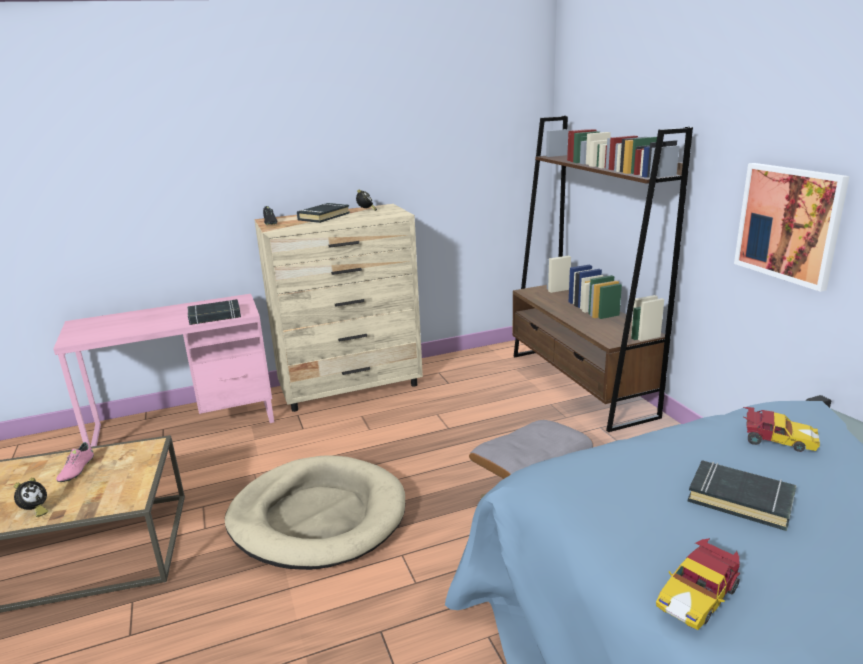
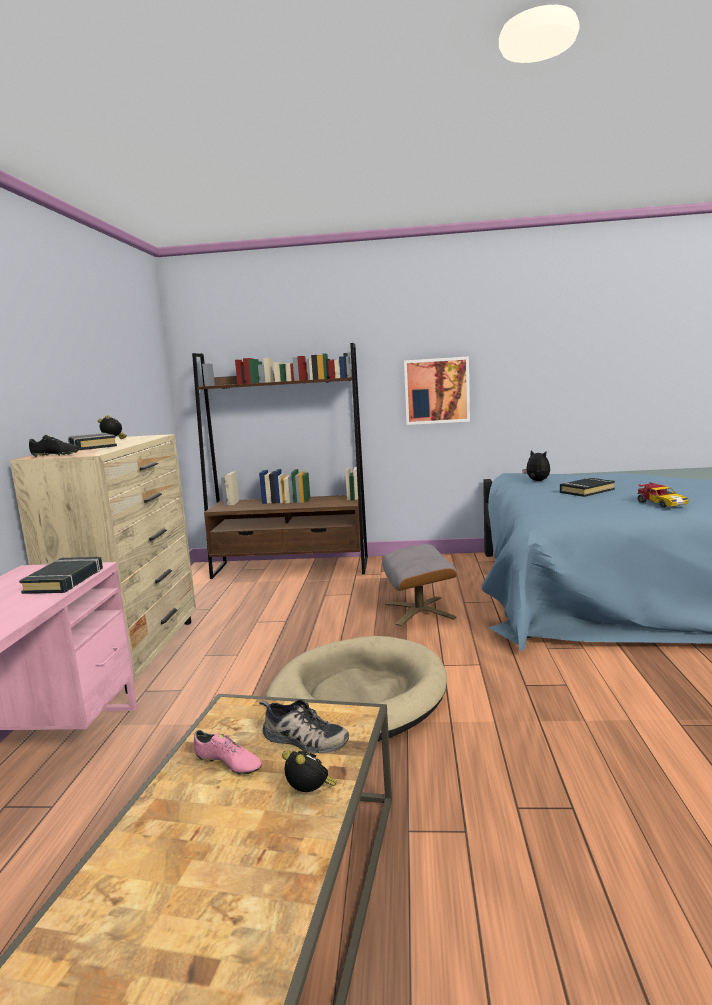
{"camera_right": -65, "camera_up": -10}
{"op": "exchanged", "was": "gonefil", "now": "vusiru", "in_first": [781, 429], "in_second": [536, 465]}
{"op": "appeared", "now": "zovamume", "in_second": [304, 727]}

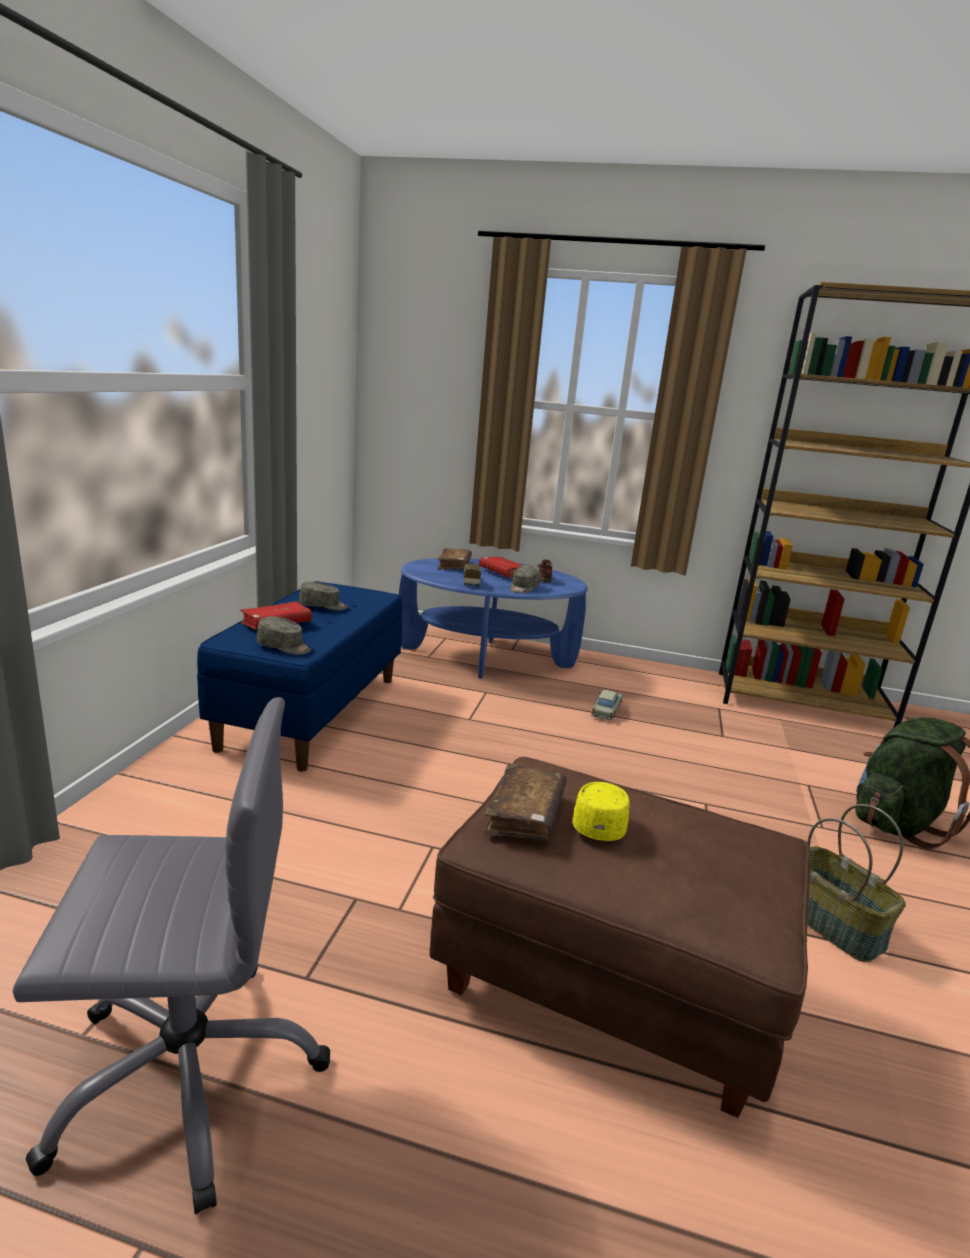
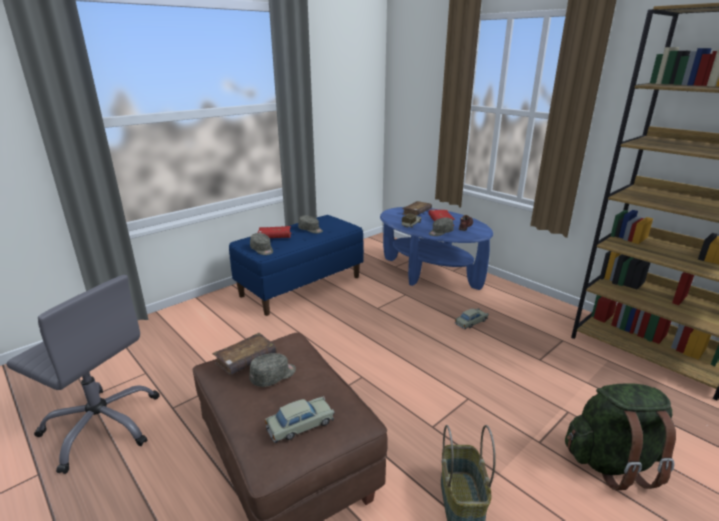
{"camera_right": 35, "camera_up": 5}
{"op": "colour", "was": "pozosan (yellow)", "now": "pozosan (grey)", "in_first": [601, 811], "in_second": [272, 370]}
{"op": "appeared", "now": "gonefil (beige)", "in_second": [299, 419]}

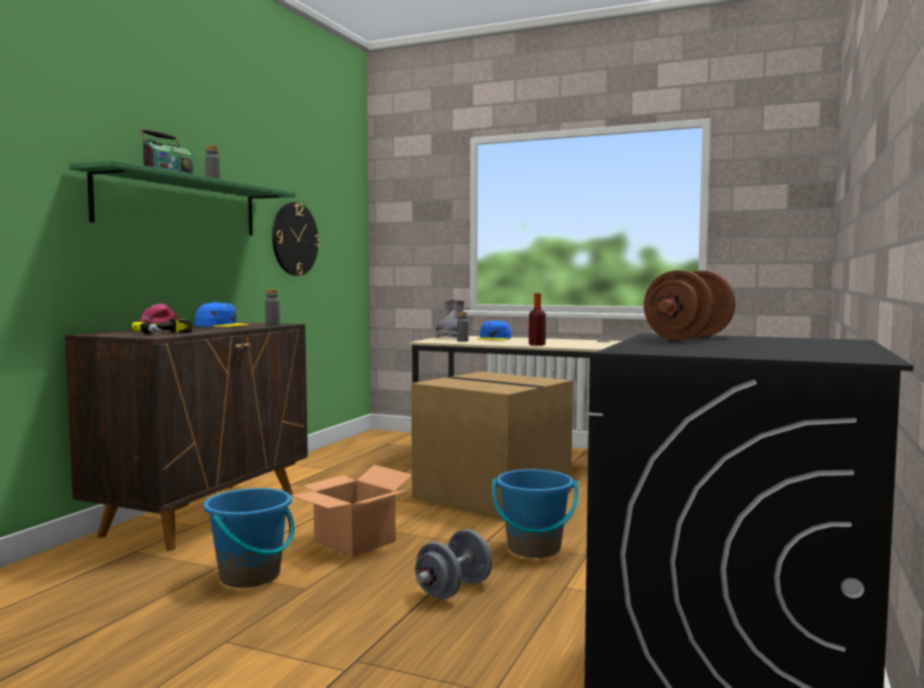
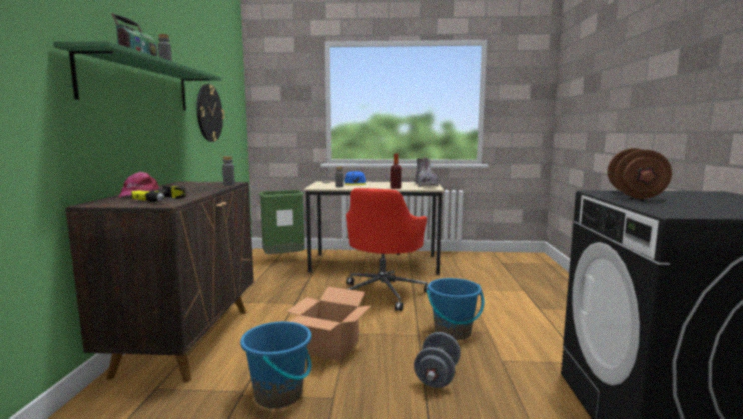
{"camera_right": -20, "camera_up": 5}
{"op": "missing", "was": "pozosan (blue)", "in_first": [222, 314]}
{"op": "exchanged", "was": "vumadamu", "now": "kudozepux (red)", "in_first": [492, 446], "in_second": [387, 249]}
{"op": "relocated", "was": "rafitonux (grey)", "in_first": [450, 318], "in_second": [427, 172]}
{"op": "appeared", "now": "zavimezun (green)", "in_second": [281, 222]}

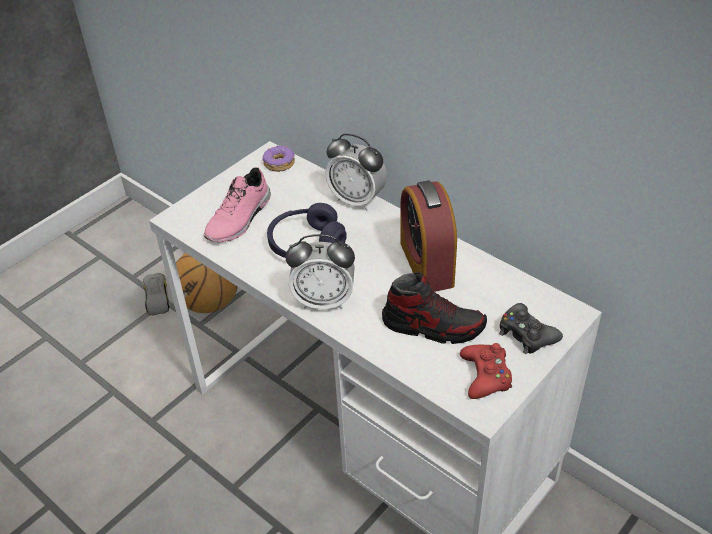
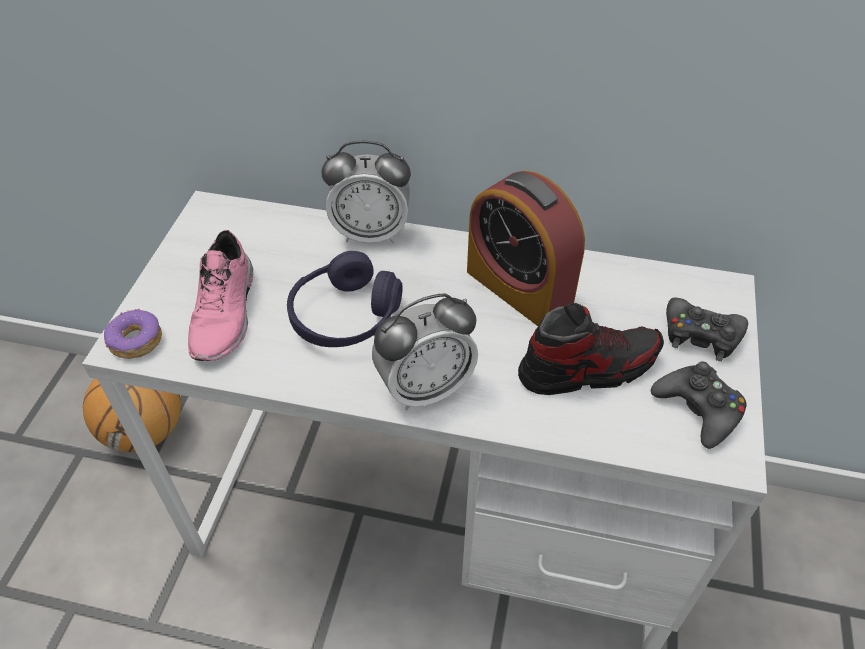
{"camera_right": -30, "camera_up": 5}
{"op": "missing", "was": "gonefil (grey)", "in_first": [156, 294]}
{"op": "relocated", "was": "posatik", "in_first": [278, 158], "in_second": [133, 334]}
{"op": "colour", "was": "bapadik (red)", "now": "bapadik (black)", "in_first": [486, 371], "in_second": [699, 405]}

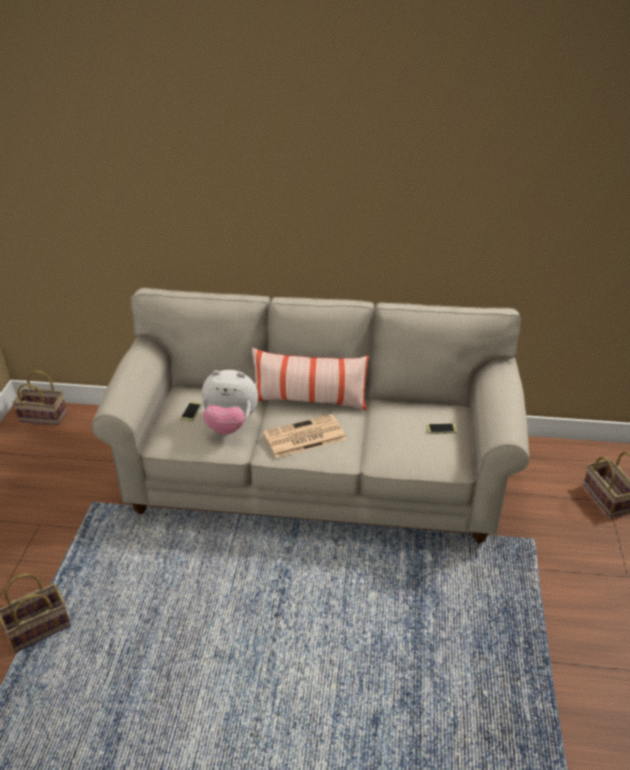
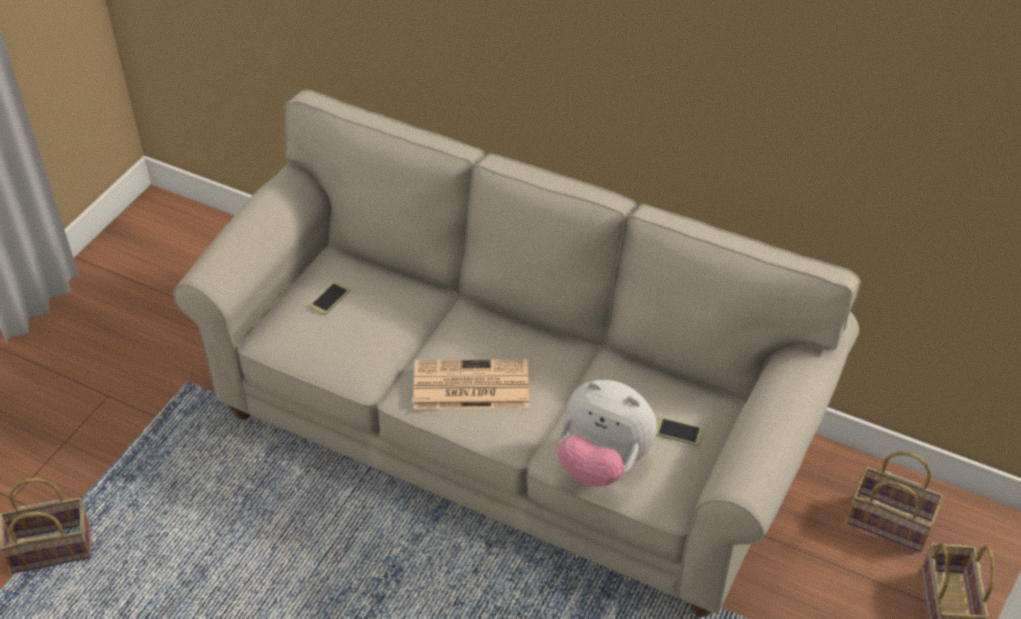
{"camera_right": 20, "camera_up": 10}
{"op": "relocated", "was": "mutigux", "in_first": [39, 397], "in_second": [895, 501]}
{"op": "relocated", "was": "vusiru", "in_first": [229, 402], "in_second": [607, 433]}
{"op": "missing", "was": "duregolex", "in_first": [310, 379]}

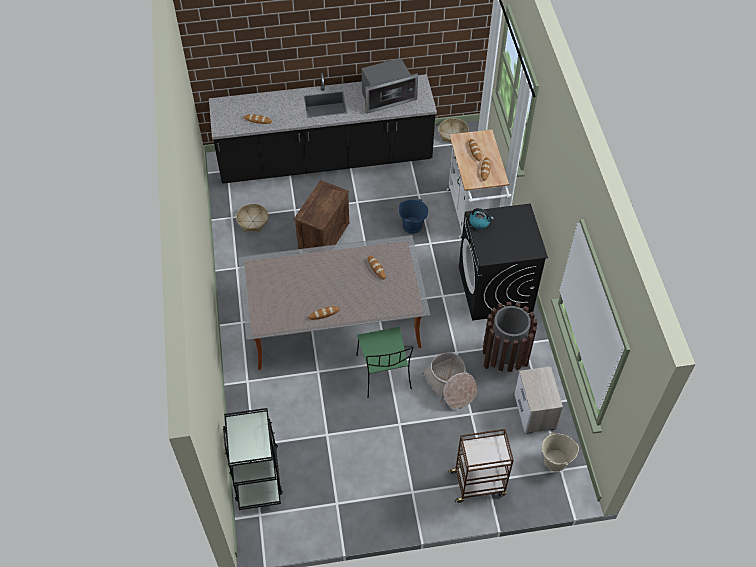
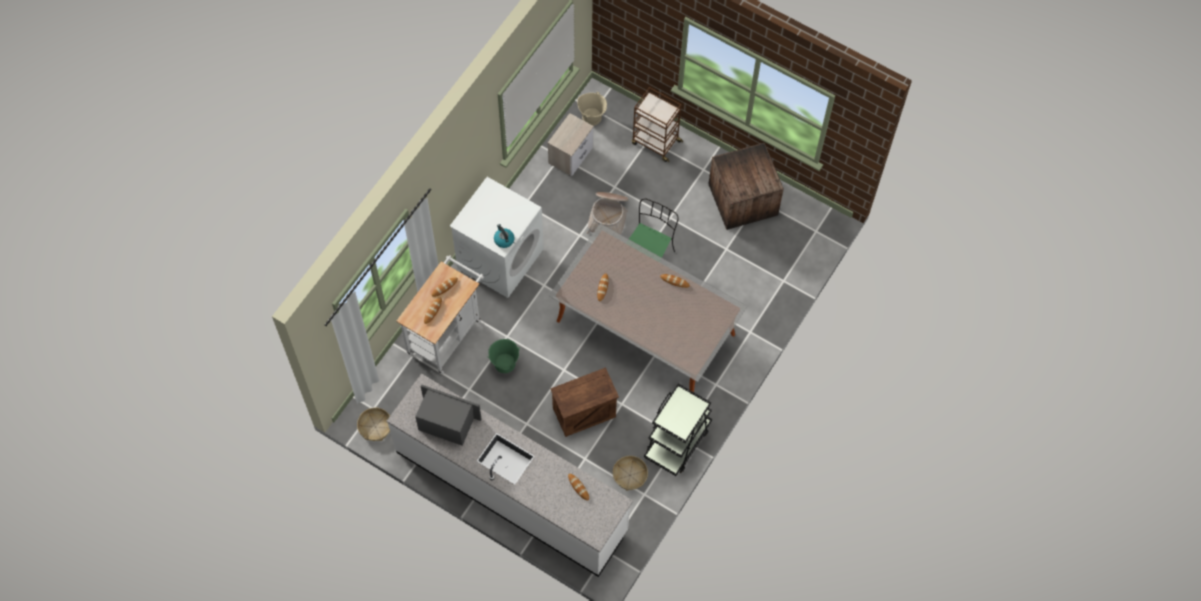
{"camera_right": -140, "camera_up": 10}
{"op": "colour", "was": "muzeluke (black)", "now": "muzeluke (white)", "in_first": [323, 128], "in_second": [510, 475]}
{"op": "relocated", "was": "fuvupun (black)", "in_first": [253, 459], "in_second": [678, 429]}
{"op": "colour", "was": "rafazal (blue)", "now": "rafazal (green)", "in_first": [413, 216], "in_second": [503, 356]}
{"op": "colour", "was": "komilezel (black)", "now": "komilezel (white)", "in_first": [503, 262], "in_second": [497, 237]}
{"op": "missing", "was": "zavimezun (brown)", "in_first": [510, 337]}
{"op": "appeared", "now": "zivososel", "in_second": [746, 186]}

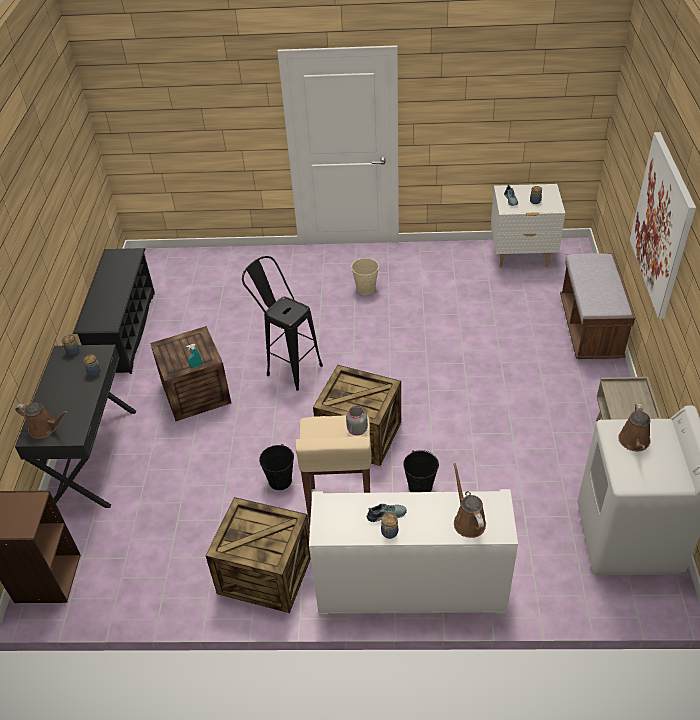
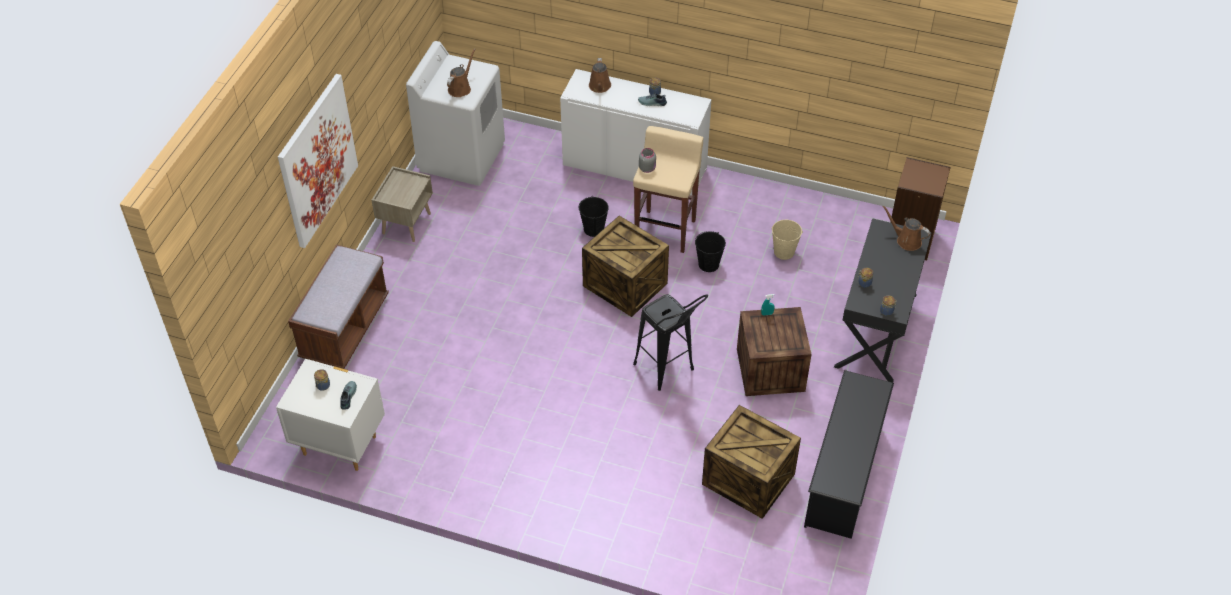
{"camera_right": -165, "camera_up": 5}
{"op": "relocated", "was": "zivososel", "in_first": [258, 555], "in_second": [751, 462]}
{"op": "relocated", "was": "rafazal (beige)", "in_first": [365, 276], "in_second": [787, 240]}

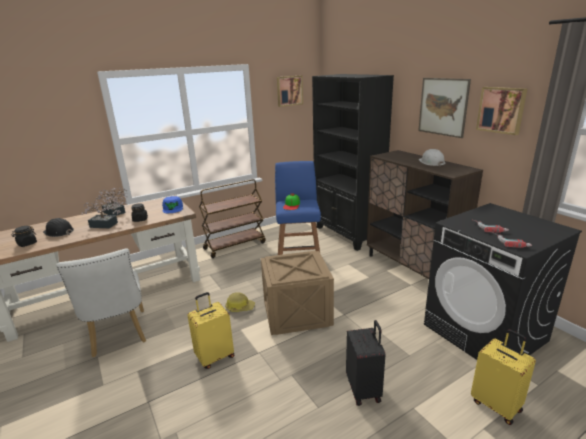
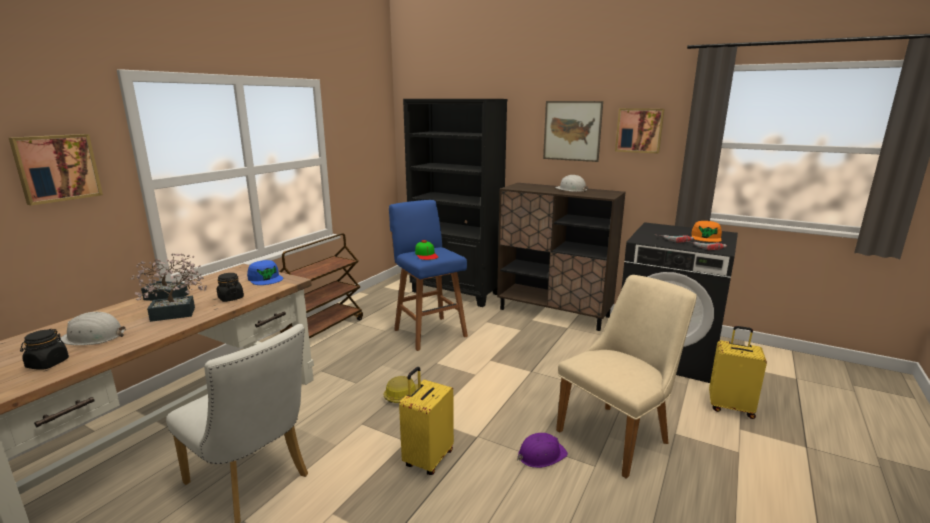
{"camera_right": -30, "camera_up": -5}
{"op": "colour", "was": "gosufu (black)", "now": "gosufu (white)", "in_first": [58, 227], "in_second": [92, 328]}
{"op": "missing", "was": "zivososel", "in_first": [297, 293]}
{"op": "relocated", "was": "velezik", "in_first": [290, 91], "in_second": [56, 169]}
{"op": "exchanged", "was": "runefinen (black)", "now": "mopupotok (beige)", "in_first": [365, 363], "in_second": [626, 376]}
{"op": "appeared", "now": "gosufu (purple)", "in_second": [542, 450]}
{"op": "appeared", "now": "pozosan (orange)", "in_second": [706, 231]}

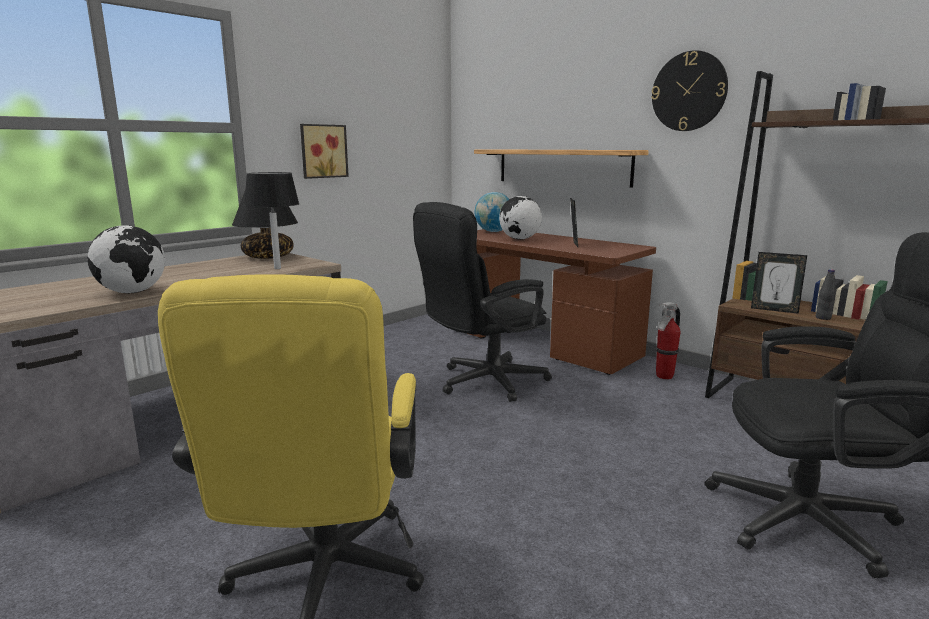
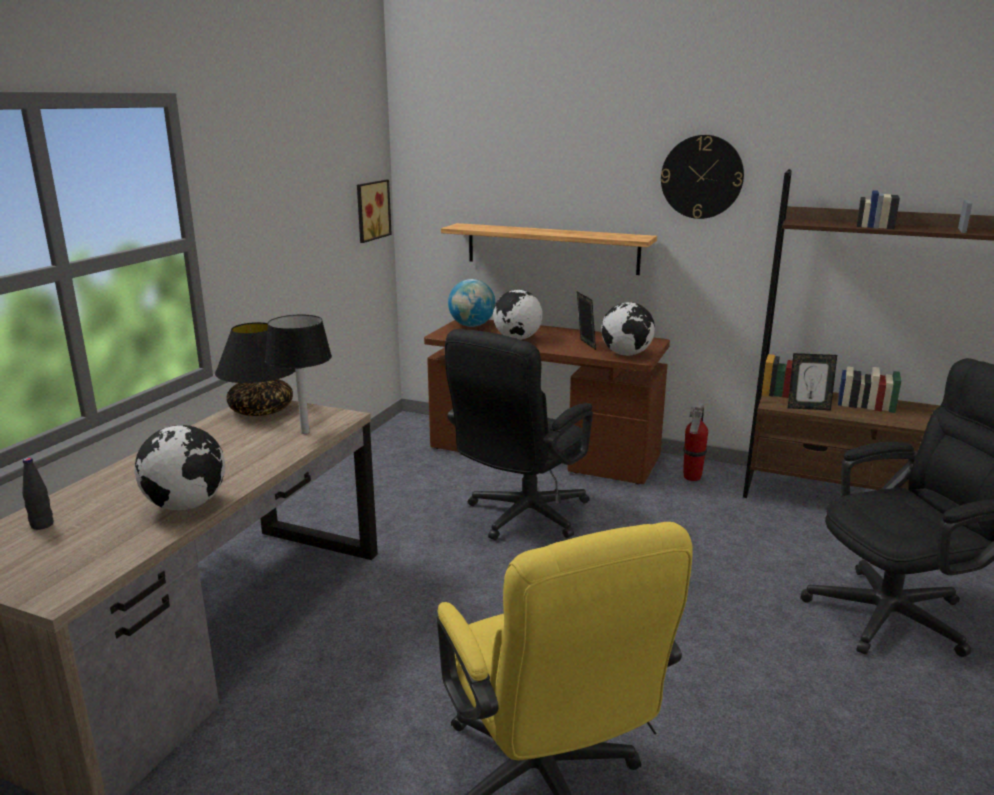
{"camera_right": -20, "camera_up": 5}
{"op": "relocated", "was": "velezik", "in_first": [324, 151], "in_second": [374, 211]}
{"op": "relocated", "was": "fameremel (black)", "in_first": [826, 294], "in_second": [37, 494]}
{"op": "appeared", "now": "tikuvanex", "in_second": [628, 329]}

